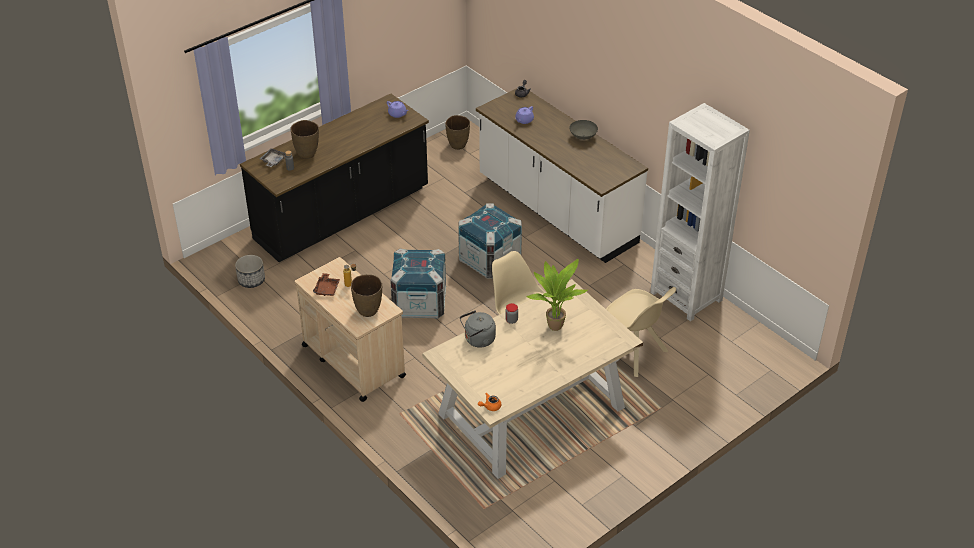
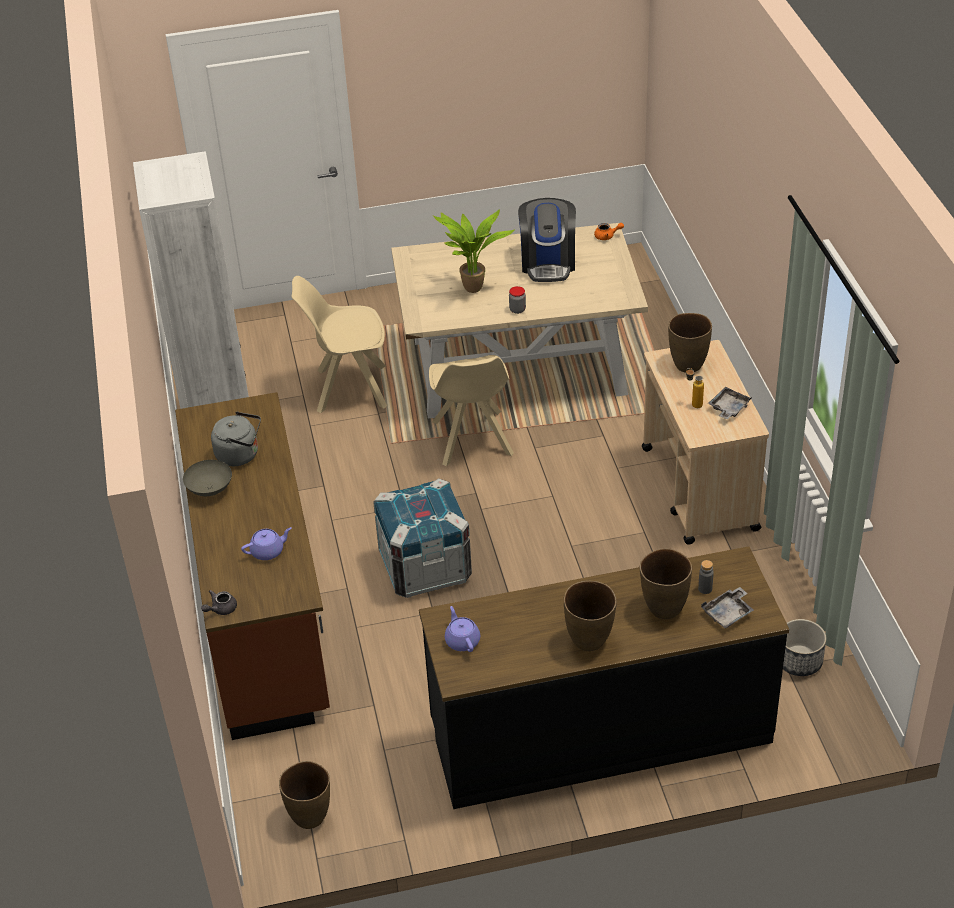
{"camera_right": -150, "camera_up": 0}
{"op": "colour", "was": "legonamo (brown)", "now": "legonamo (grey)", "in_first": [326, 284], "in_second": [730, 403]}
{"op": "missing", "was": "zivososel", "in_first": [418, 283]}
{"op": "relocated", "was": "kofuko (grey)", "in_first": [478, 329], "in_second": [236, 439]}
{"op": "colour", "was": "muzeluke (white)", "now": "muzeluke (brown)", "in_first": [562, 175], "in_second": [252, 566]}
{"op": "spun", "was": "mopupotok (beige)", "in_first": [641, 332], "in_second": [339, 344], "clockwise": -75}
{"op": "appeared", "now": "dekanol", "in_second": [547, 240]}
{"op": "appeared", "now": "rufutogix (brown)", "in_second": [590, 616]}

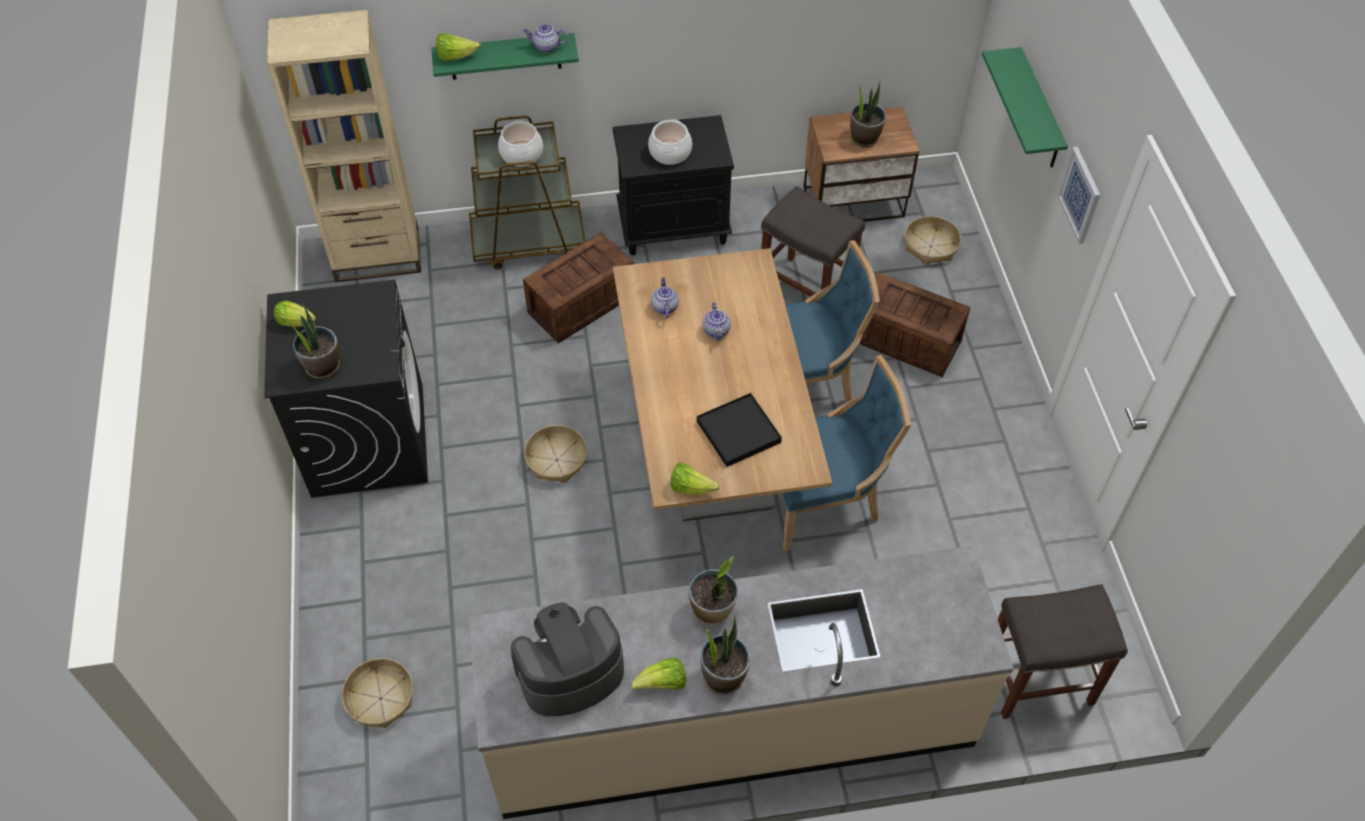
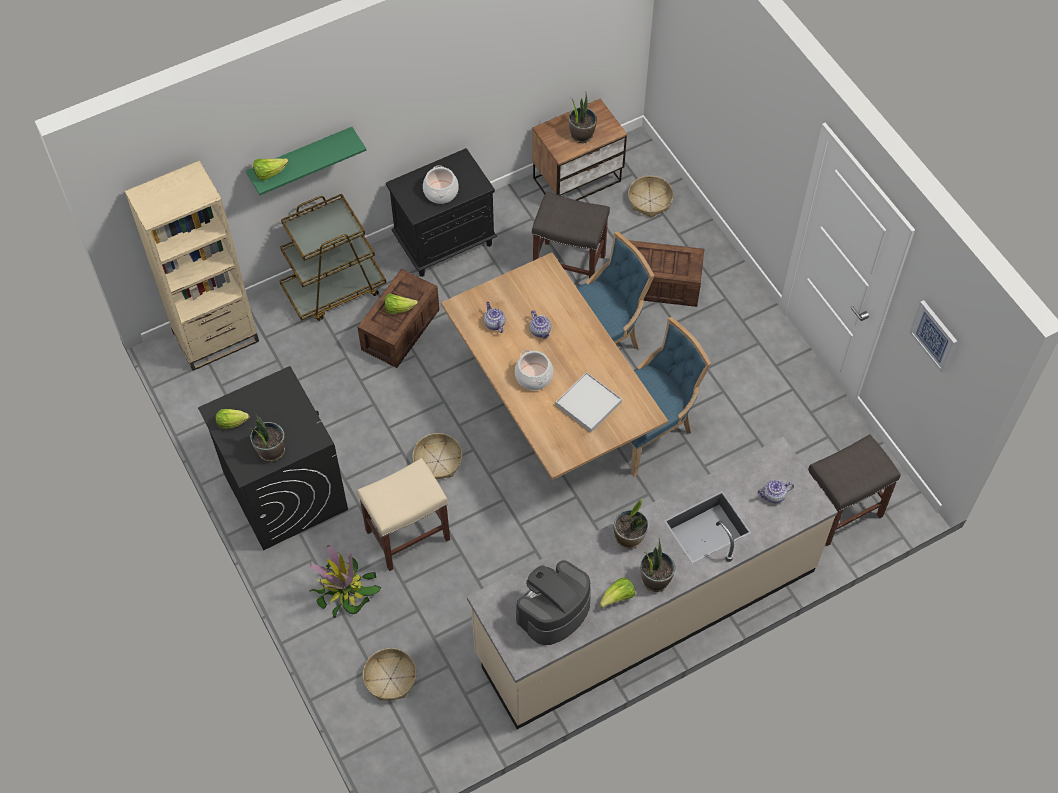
{"camera_right": -20, "camera_up": 5}
{"op": "relocated", "was": "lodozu", "in_first": [520, 143], "in_second": [534, 370]}
{"op": "relocated", "was": "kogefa", "in_first": [545, 38], "in_second": [776, 491]}
{"op": "relocated", "was": "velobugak", "in_first": [695, 479], "in_second": [401, 304]}
{"op": "colour", "was": "legonamo (black)", "now": "legonamo (white)", "in_first": [739, 430], "in_second": [589, 402]}
{"op": "missing", "was": "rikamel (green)", "in_first": [1025, 107]}
{"op": "relocated", "was": "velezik", "in_first": [1078, 195], "in_second": [933, 336]}
{"op": "appeared", "now": "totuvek", "in_second": [345, 581]}
{"op": "appeared", "now": "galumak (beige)", "in_second": [403, 514]}

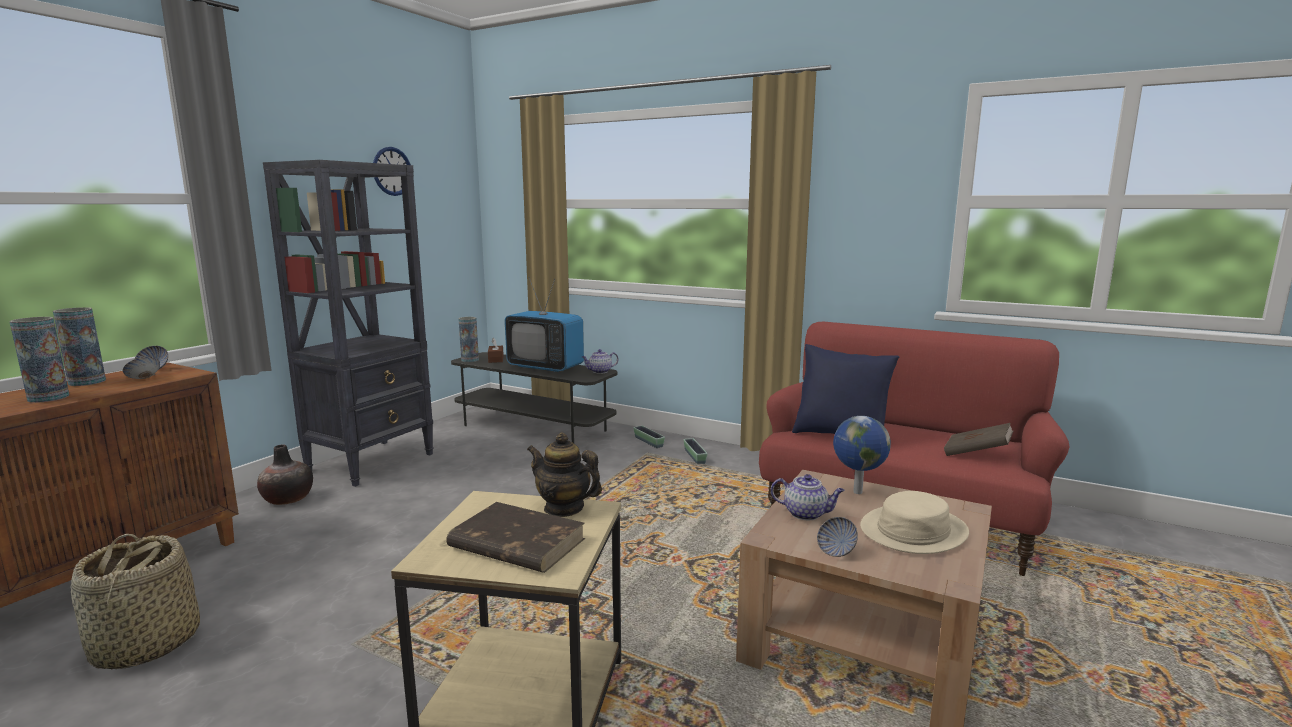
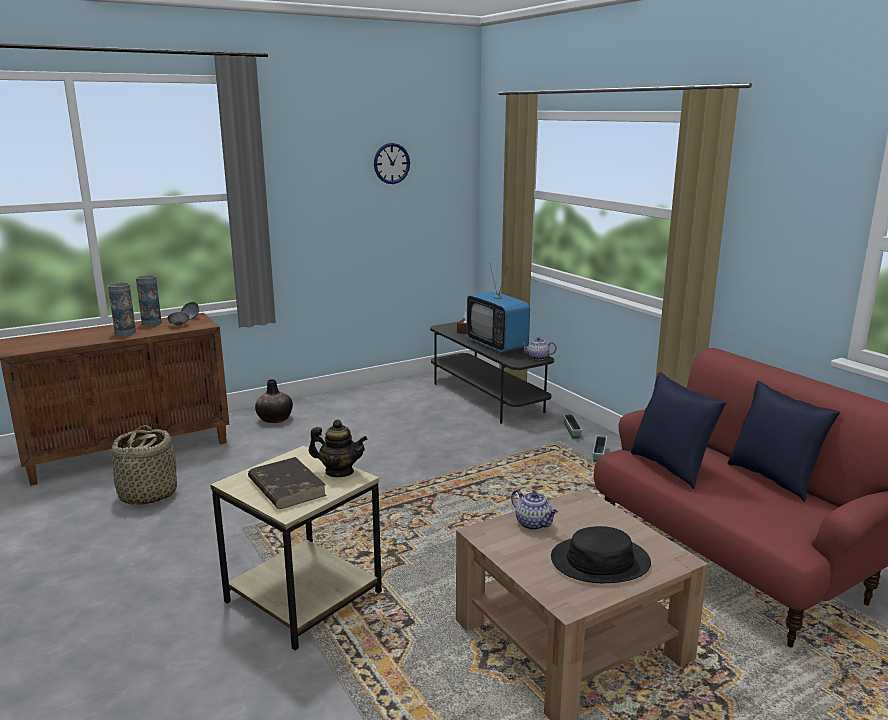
{"camera_right": 30, "camera_up": 5}
{"op": "missing", "was": "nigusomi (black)", "in_first": [348, 323]}
{"op": "missing", "was": "rufutogix", "in_first": [468, 339]}
{"op": "spun", "was": "kogefa", "in_first": [564, 474], "in_second": [338, 448], "clockwise": 135}
{"op": "missing", "was": "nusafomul", "in_first": [837, 537]}
{"op": "missing", "was": "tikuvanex", "in_first": [862, 455]}
{"op": "colour", "was": "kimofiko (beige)", "now": "kimofiko (black)", "in_first": [914, 522], "in_second": [601, 554]}
{"op": "missing", "was": "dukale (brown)", "in_first": [978, 439]}
{"op": "appeared", "now": "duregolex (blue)", "in_second": [783, 441]}

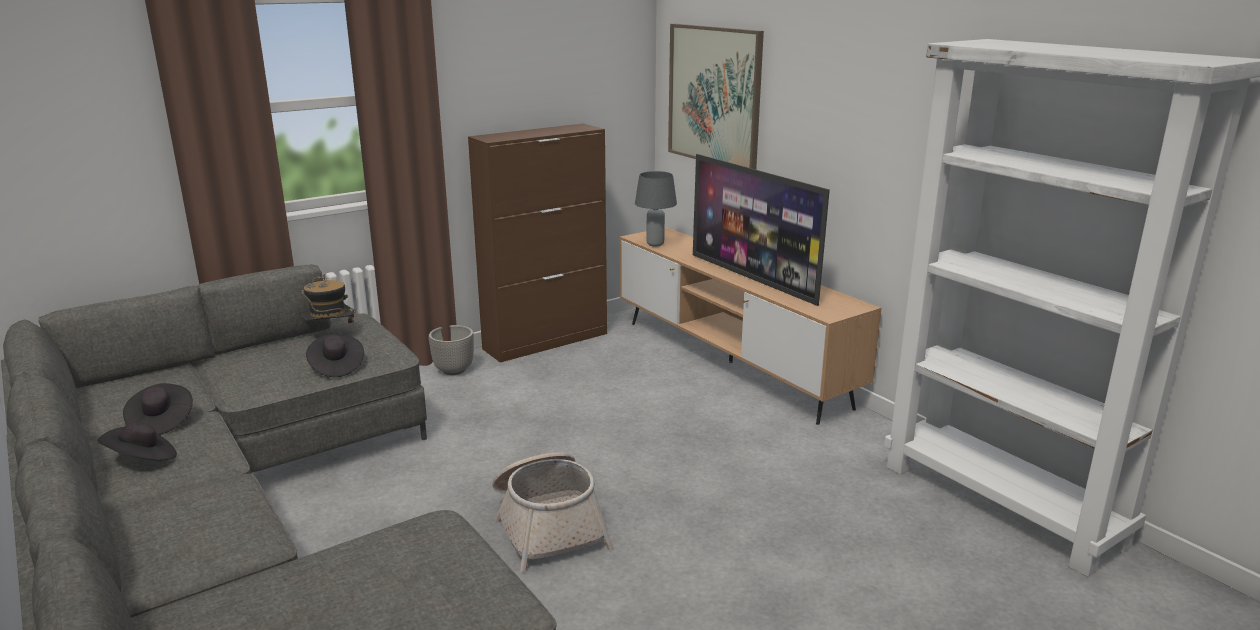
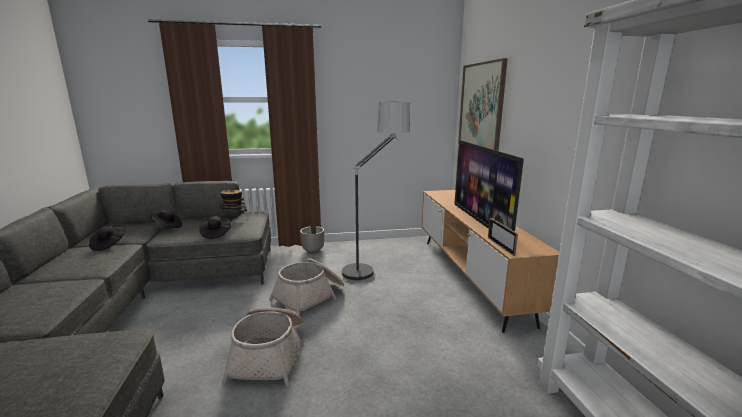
{"camera_right": 25, "camera_up": -5}
{"op": "relocated", "was": "kimofiko (black)", "in_first": [137, 442], "in_second": [166, 219]}
{"op": "missing", "was": "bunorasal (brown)", "in_first": [537, 243]}
{"op": "missing", "was": "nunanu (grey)", "in_first": [656, 209]}
{"op": "appeared", "now": "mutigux", "in_second": [306, 286]}
{"op": "appeared", "now": "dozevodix", "in_second": [375, 192]}
{"op": "appeared", "now": "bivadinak", "in_second": [503, 237]}

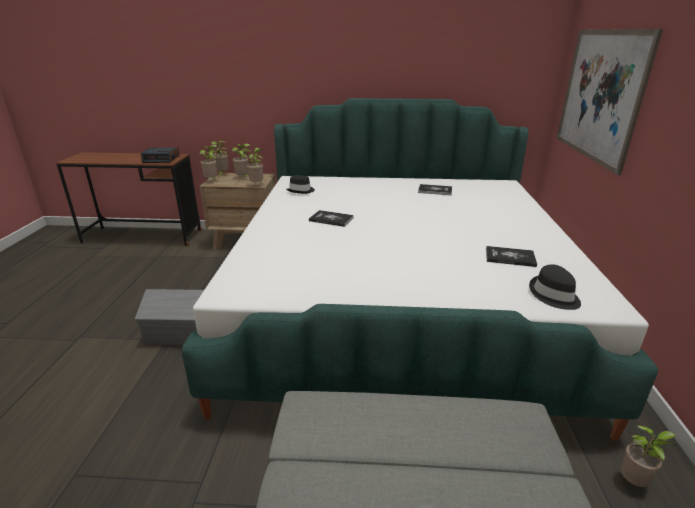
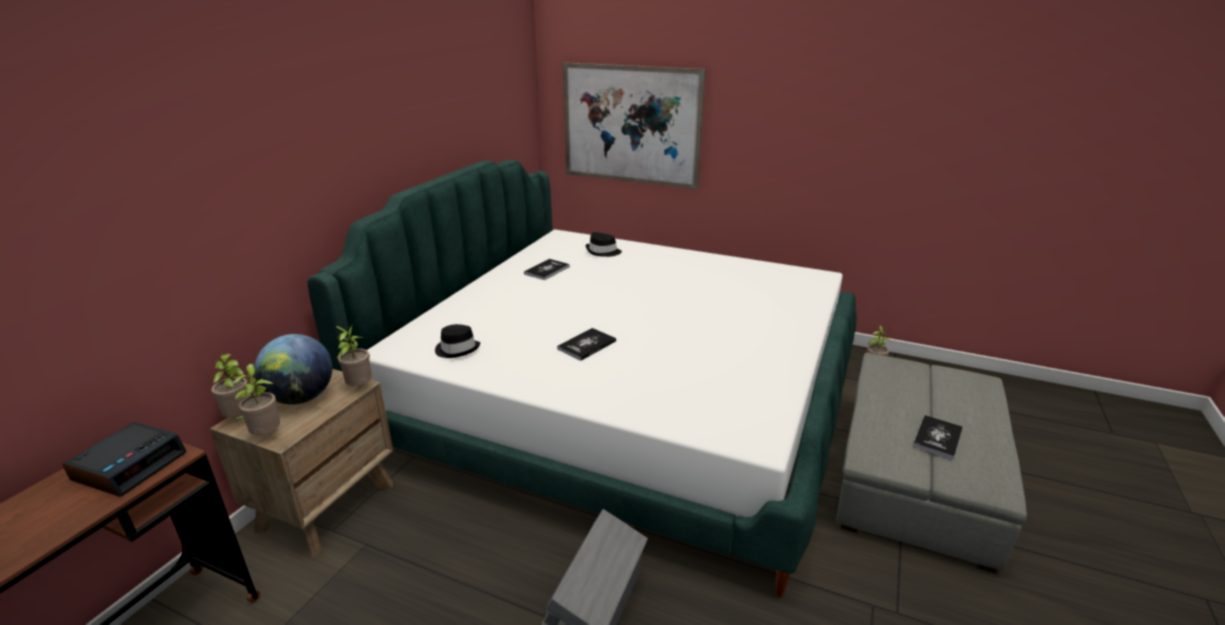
{"camera_right": -70, "camera_up": 0}
{"op": "exchanged", "was": "totuvek", "now": "tikuvanex", "in_first": [241, 160], "in_second": [293, 369]}
{"op": "relocated", "was": "dukale", "in_first": [511, 256], "in_second": [937, 437]}
{"op": "relocated", "was": "kimofiko (black)", "in_first": [555, 287], "in_second": [604, 244]}

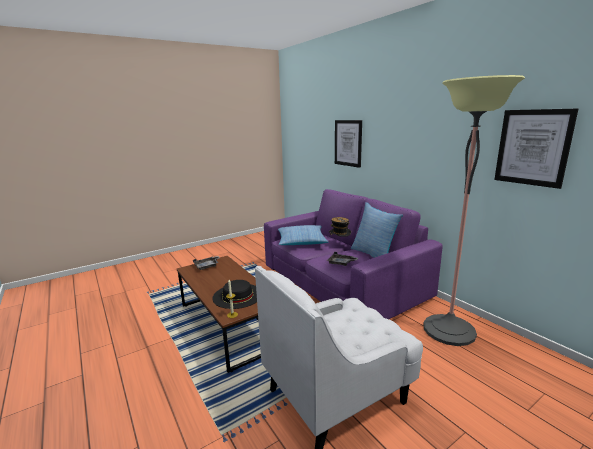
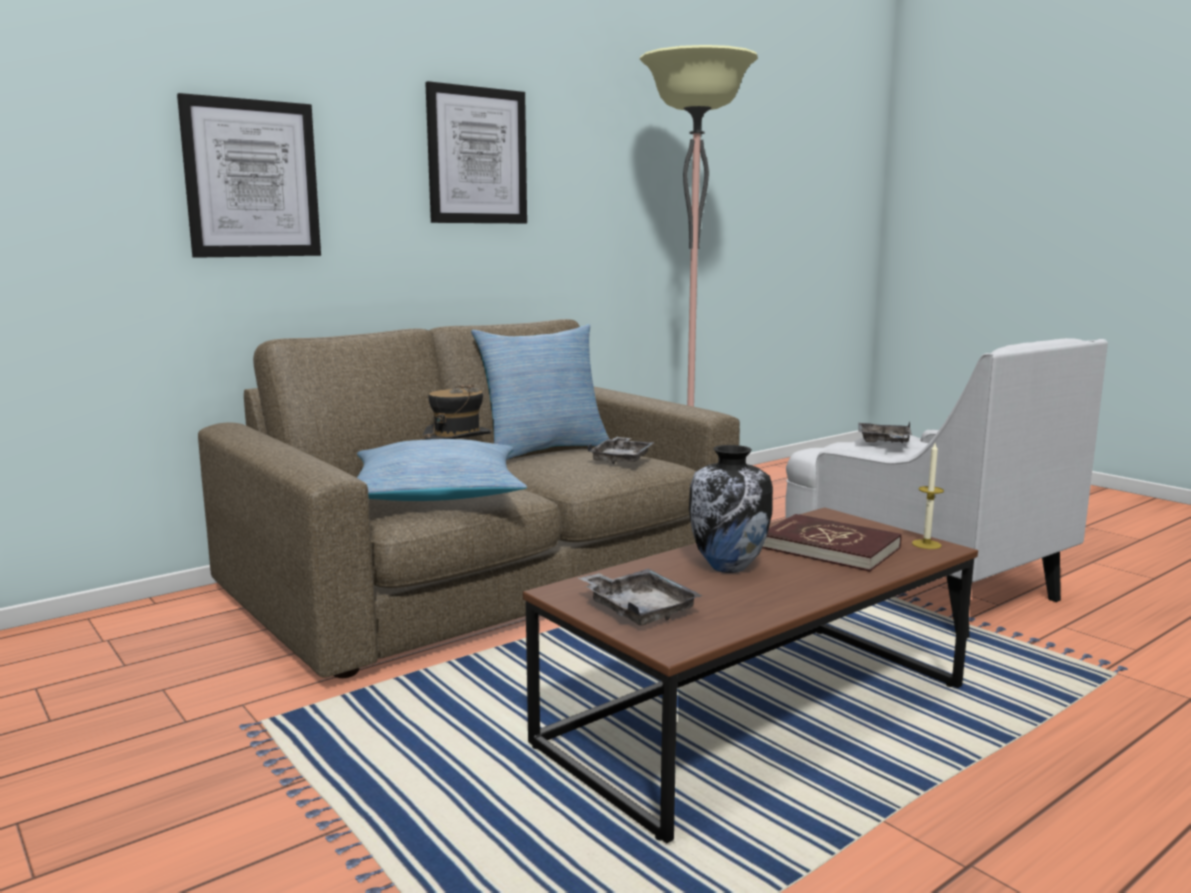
{"camera_right": -95, "camera_up": -5}
{"op": "exchanged", "was": "kimofiko (black)", "now": "dukale (red)", "in_first": [234, 294], "in_second": [831, 543]}
{"op": "colour", "was": "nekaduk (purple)", "now": "nekaduk (brown)", "in_first": [353, 254], "in_second": [469, 498]}
{"op": "relocated", "was": "velezik", "in_first": [536, 148], "in_second": [476, 152]}
{"op": "appeared", "now": "rufutogix", "in_second": [731, 509]}
{"op": "appeared", "now": "legonamo (grey)", "in_second": [885, 432]}

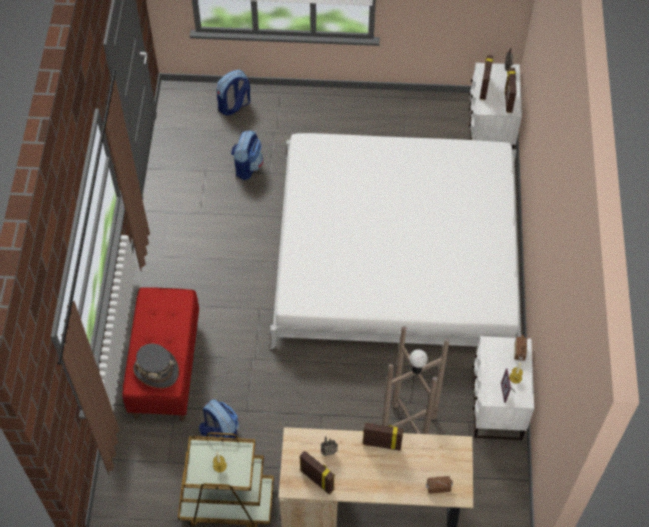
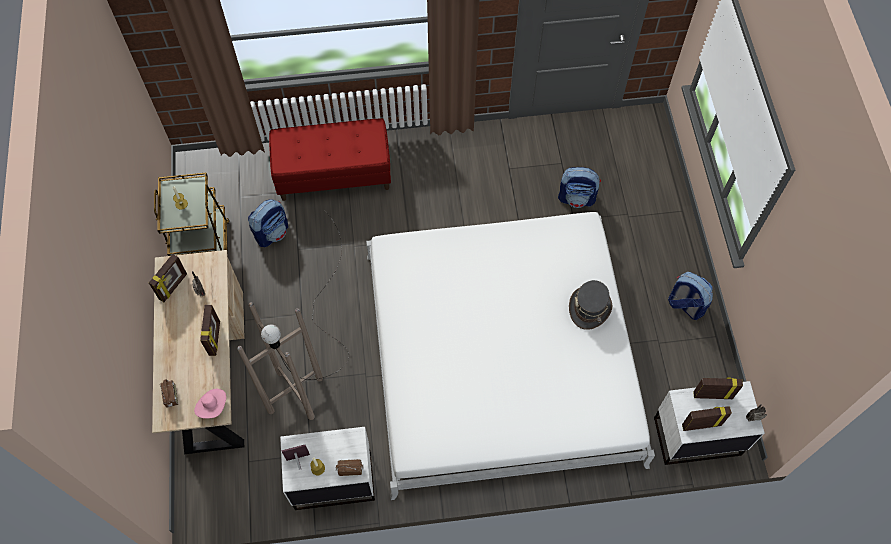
{"camera_right": 80, "camera_up": 5}
{"op": "relocated", "was": "kimofiko (grey)", "in_first": [156, 366], "in_second": [590, 305]}
{"op": "relocated", "was": "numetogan", "in_first": [233, 93], "in_second": [690, 296]}
{"op": "appeared", "now": "kimofiko (pink)", "in_second": [210, 403]}

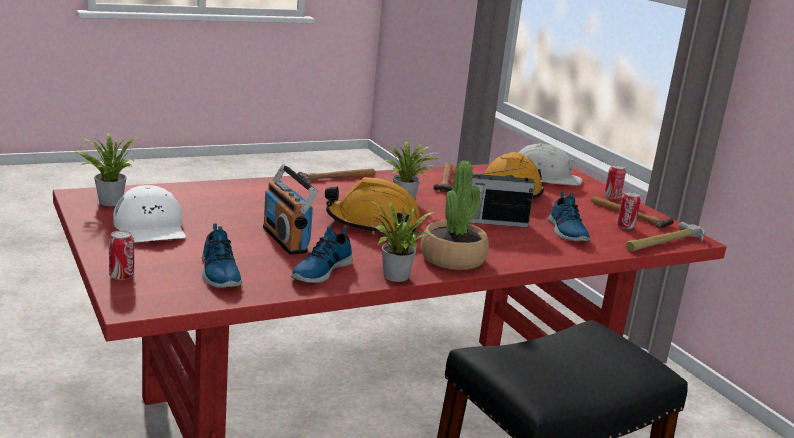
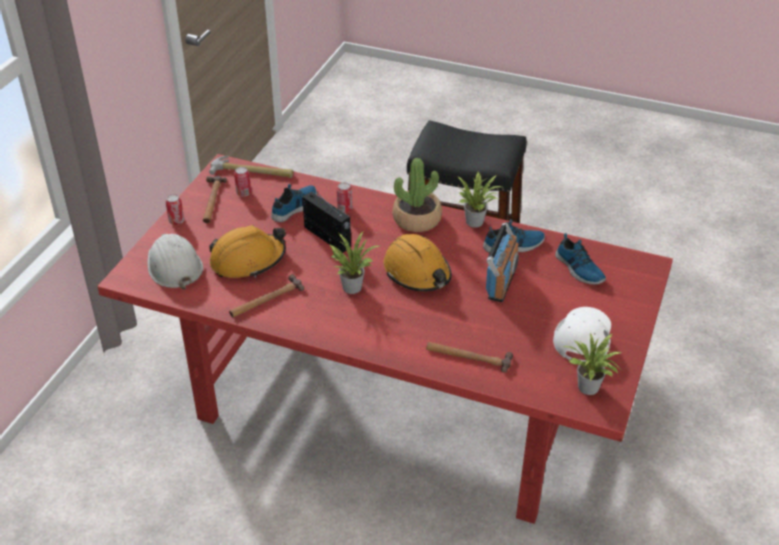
{"camera_right": -130, "camera_up": 20}
{"op": "relocated", "was": "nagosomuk", "in_first": [121, 255], "in_second": [344, 197]}
{"op": "spun", "was": "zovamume", "in_first": [222, 255], "in_second": [580, 259], "clockwise": 120}
{"op": "relocated", "was": "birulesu", "in_first": [336, 176], "in_second": [469, 357]}

